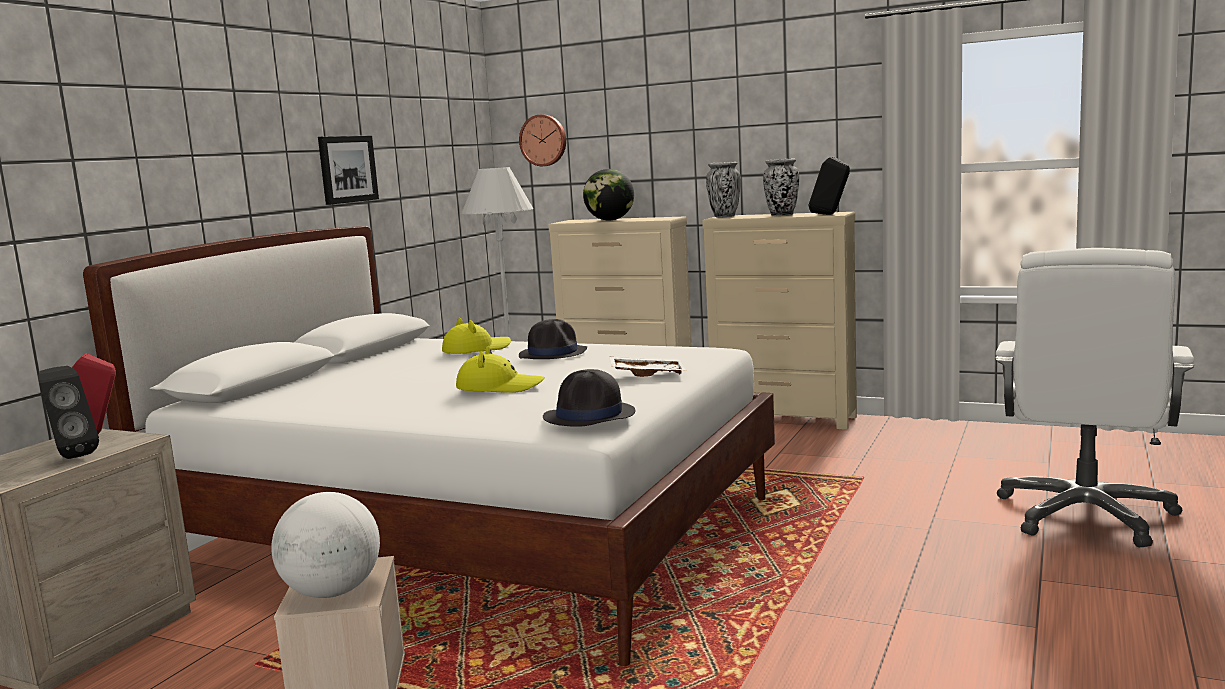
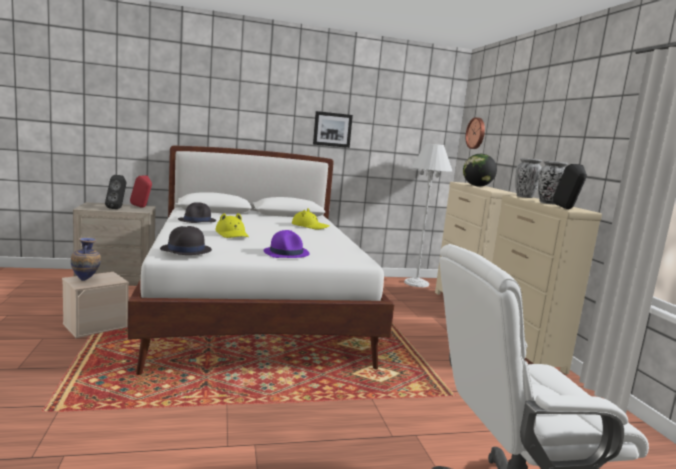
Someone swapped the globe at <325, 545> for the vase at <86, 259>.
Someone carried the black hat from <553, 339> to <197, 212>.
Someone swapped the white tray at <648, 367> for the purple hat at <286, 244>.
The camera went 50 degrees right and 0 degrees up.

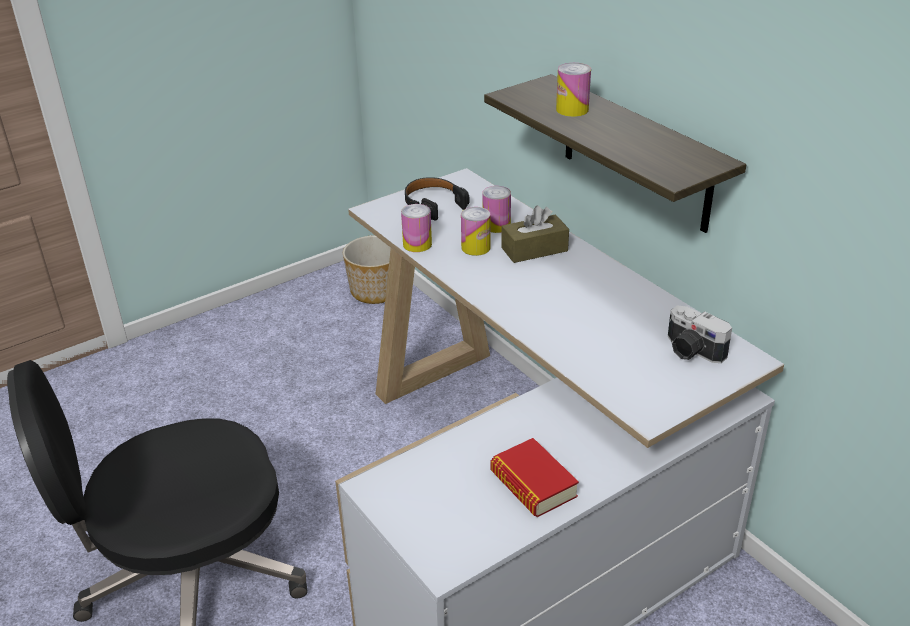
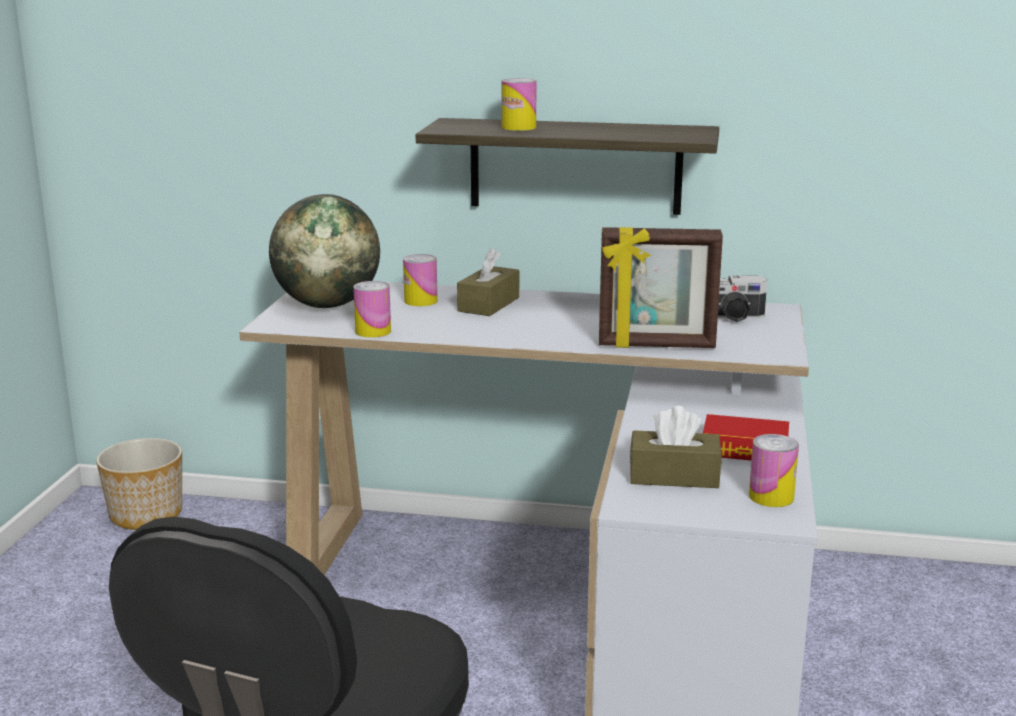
Someone swapped the black headphones at <437, 199> for the globe at <324, 251>.
Someone carried the can from <476, 231> to <774, 470>.
Someone put down the picture frame at <661, 287>.
Someone put down the brown tissue box at <676, 447>.
The camera went 45 degrees left and 15 degrees down.

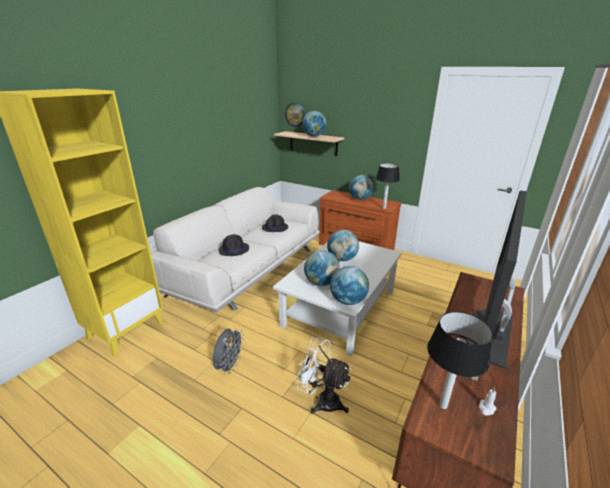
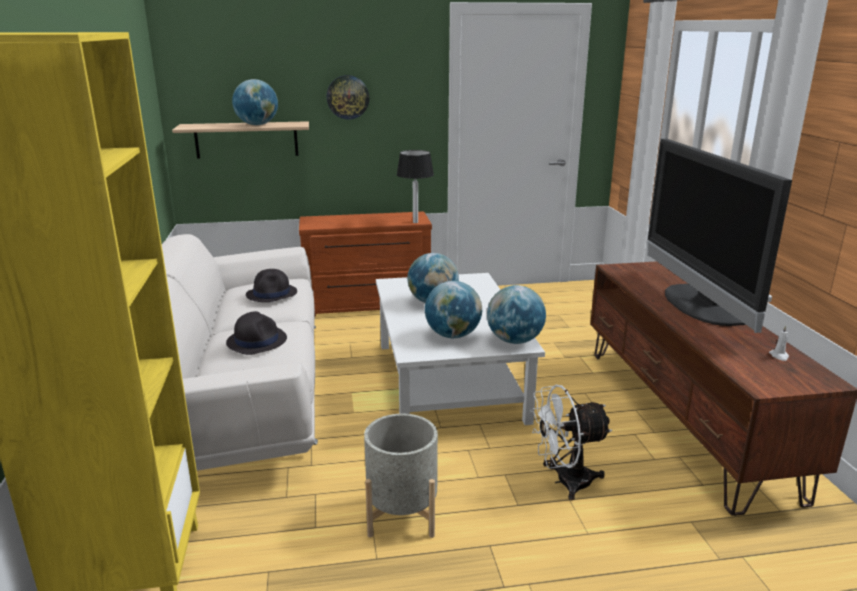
Someone swapped the grey fan at <228, 351> for the grey planter at <401, 476>.
Someone carried the wall clock from <295, 115> to <348, 97>.
Someone took away the globe at <361, 187>.
Someone took away the table lamp at <460, 360>.
The camera went 40 degrees left and 5 degrees down.

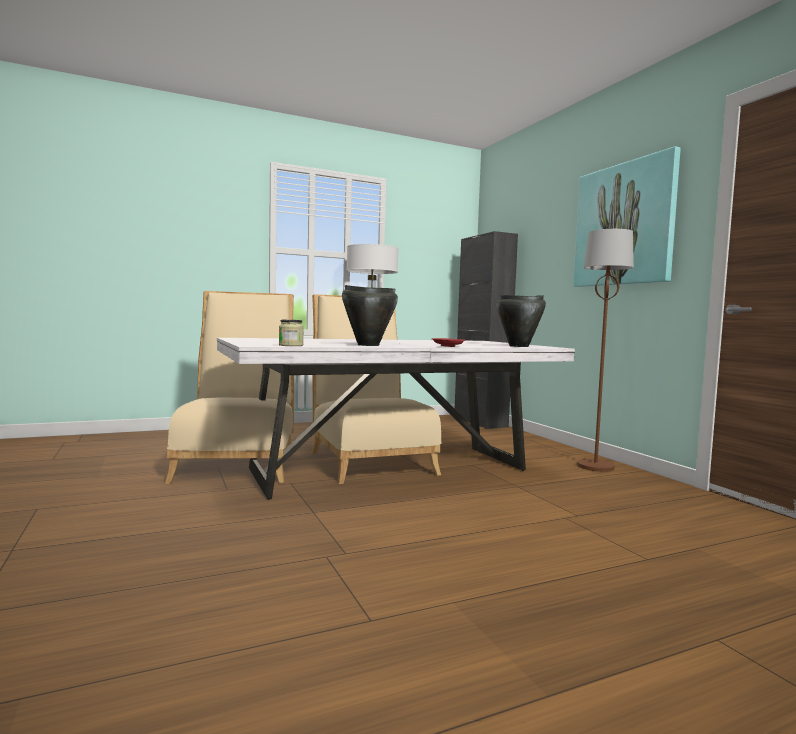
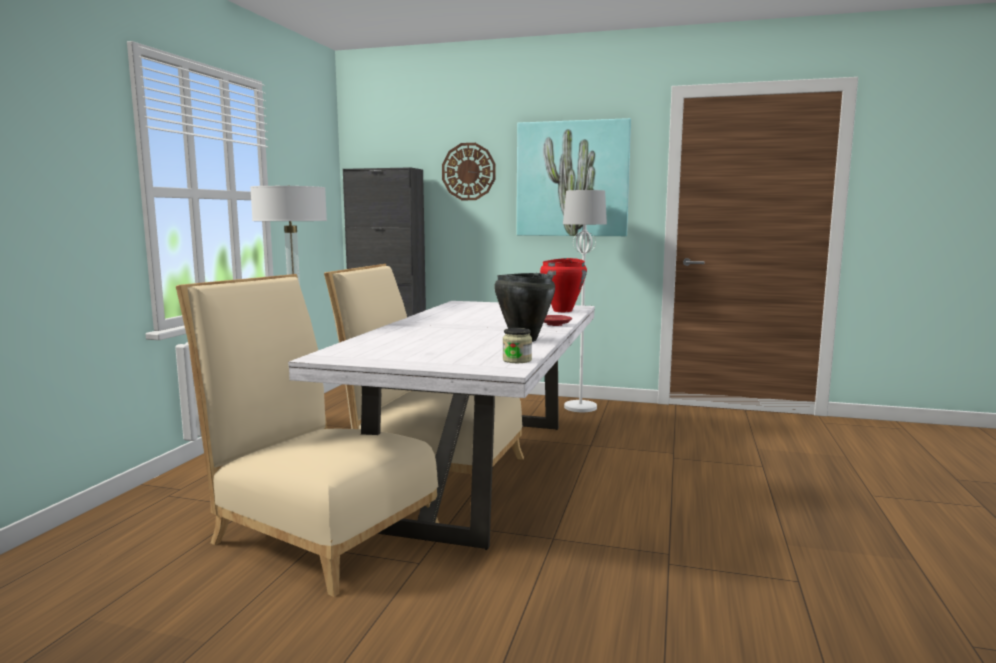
Someone repainted the black cooking pot at <521, 321>, which became the red cooking pot at <563, 285>.
Someone repainted the brown floor lamp at <605, 350>, which became the white floor lamp at <585, 301>.
Someone put up the wall clock at <469, 171>.
The camera went 50 degrees left and 5 degrees up.

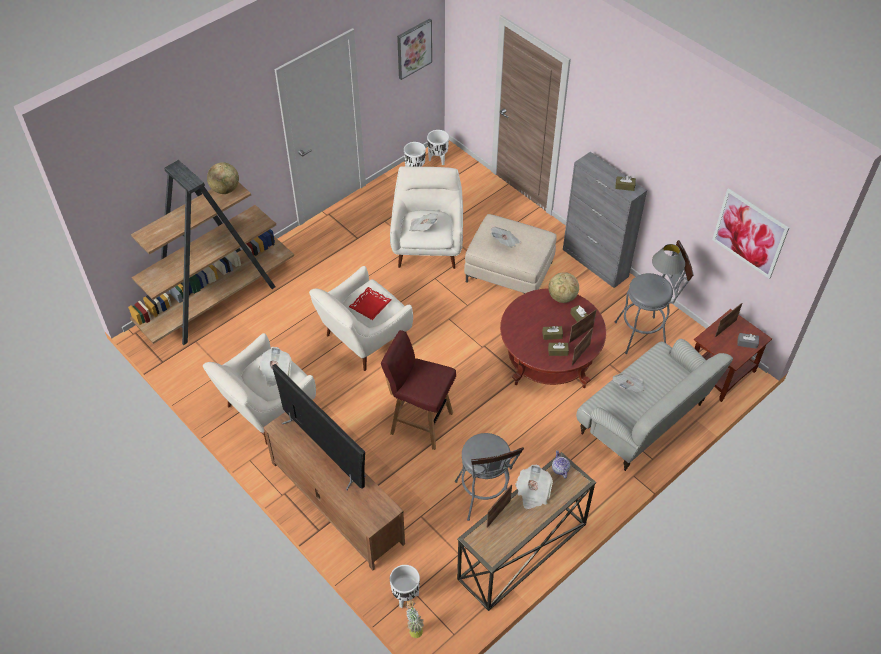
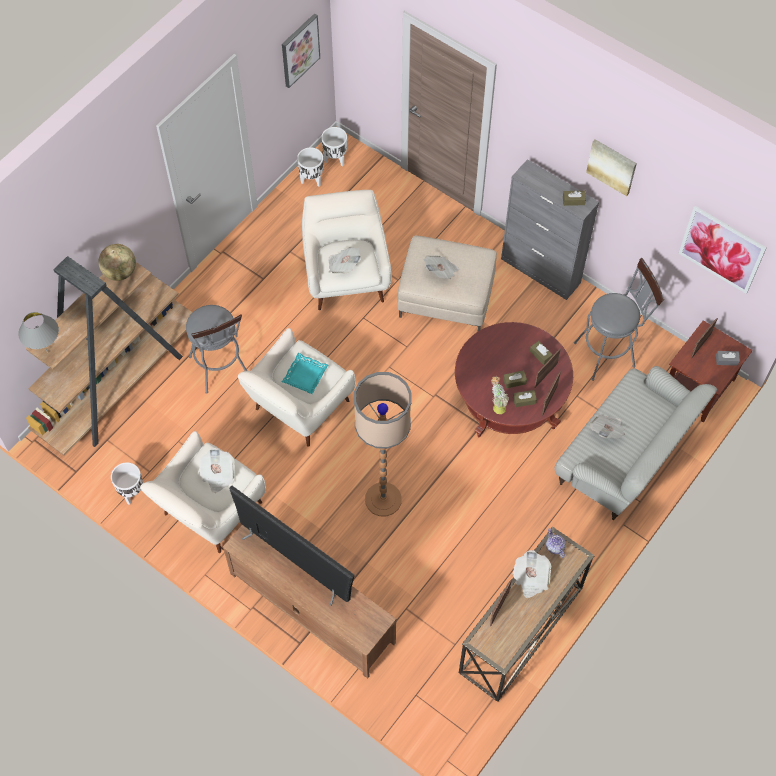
Someone repainted the red tray at <370, 303>, which became the turquoise tray at <305, 373>.
Someone swapped the red stool at <418, 390> for the floor lamp at <382, 444>.
Someone carried the white planter from <405, 586> to <127, 483>.
Someone carried the potted plant from <414, 619> to <500, 395>.
Someone carried the grey stool from <489, 477> to <216, 349>.
Someone took away the globe at <563, 287>.
Someone carried the grey table lamp from <668, 263> to <38, 332>.
Someone put up the picture at <611, 167>.
The camera went 10 degrees left and 10 degrees up.

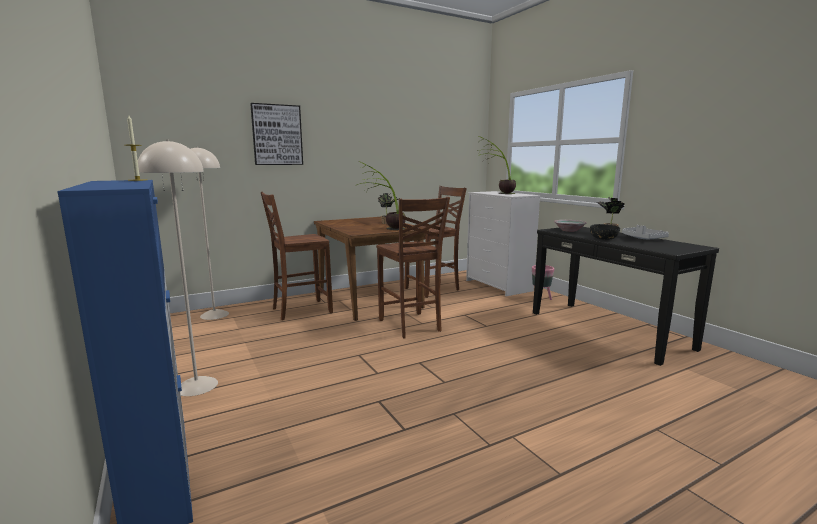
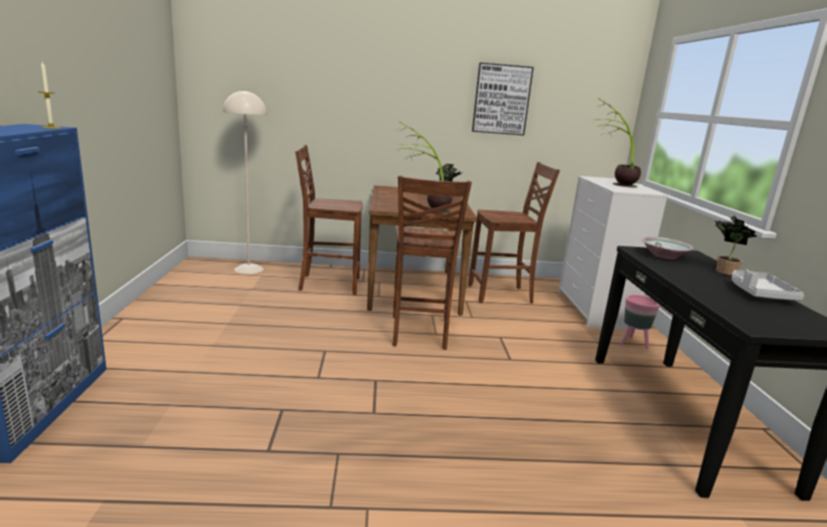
Someone took away the beige floor lamp at <178, 267>.
Someone carried the picture from <276, 134> to <503, 99>.
Someone took away the black bowl at <605, 232>.
The camera went 25 degrees right and 5 degrees up.

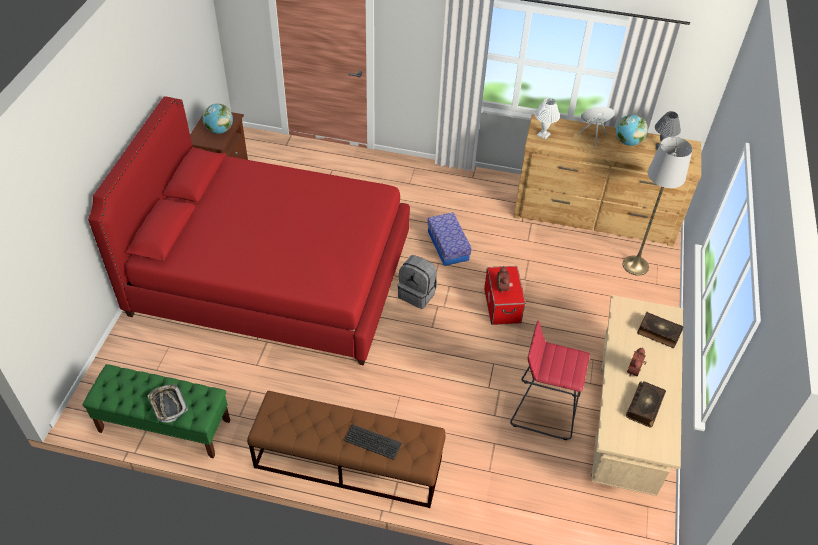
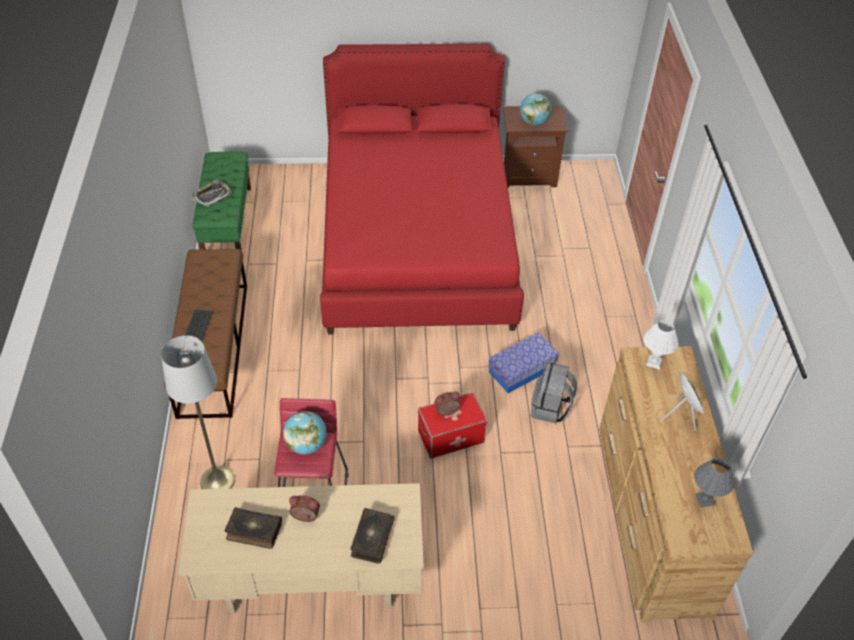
Someone carried the grey backpack from <417, 282> to <554, 392>.
Someone carried the globe from <632, 130> to <305, 432>.
Someone carried the grey floor lamp from <658, 206> to <198, 412>.
The camera went 75 degrees right and 0 degrees up.

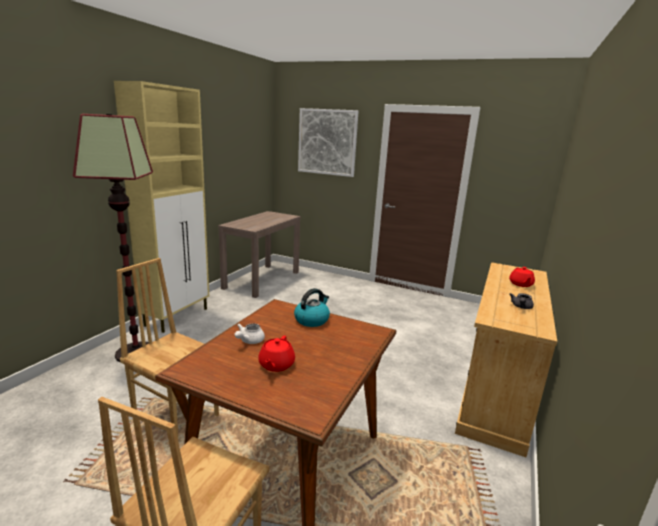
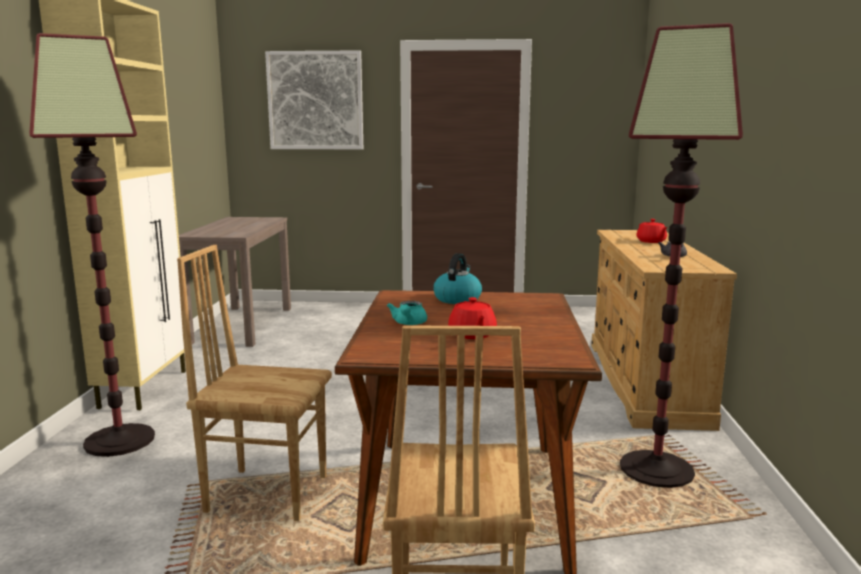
Someone repainted the white teapot at <250, 334>, which became the turquoise teapot at <407, 313>.
Someone put down the floor lamp at <681, 255>.
The camera went 20 degrees left and 5 degrees down.

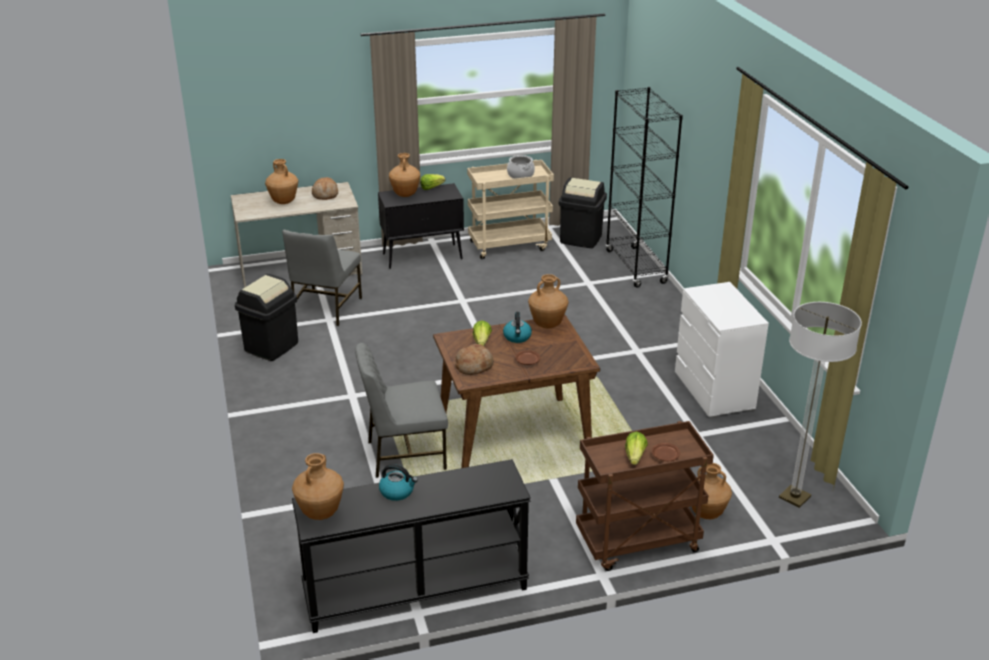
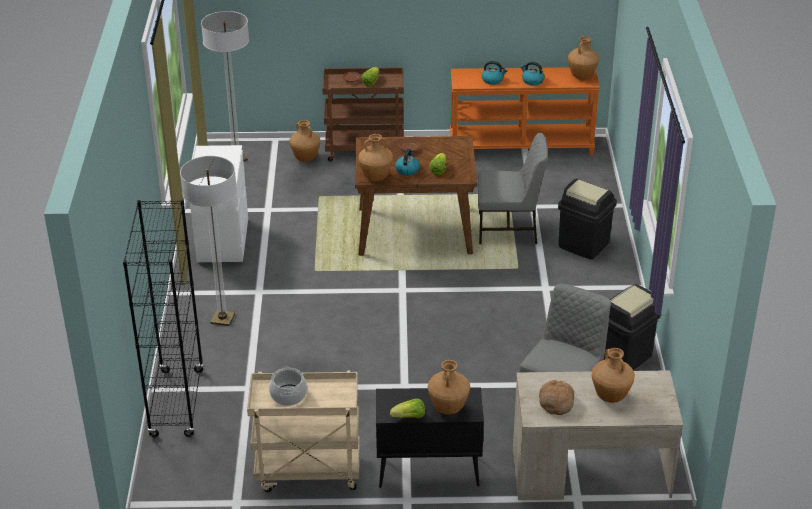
Someone repainted the black console table at <411, 546>, which became the orange console table at <525, 111>.
Someone took away the bread at <474, 359>.
Someone carried the black trash can from <583, 212> to <587, 219>.
Someone put down the floor lamp at <208, 241>.
Someone put down the kettle at <495, 73>.
The camera went 165 degrees left and 5 degrees up.

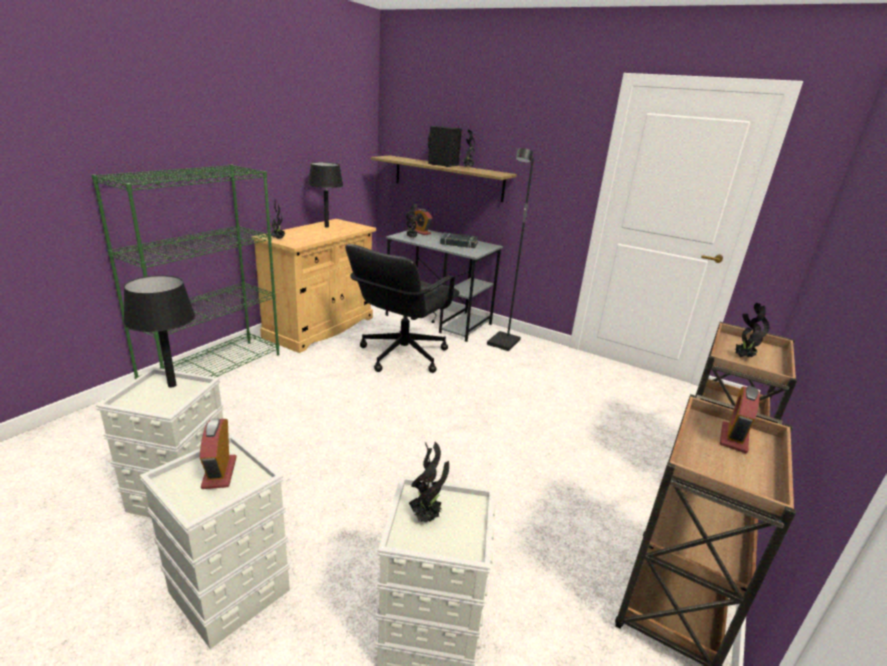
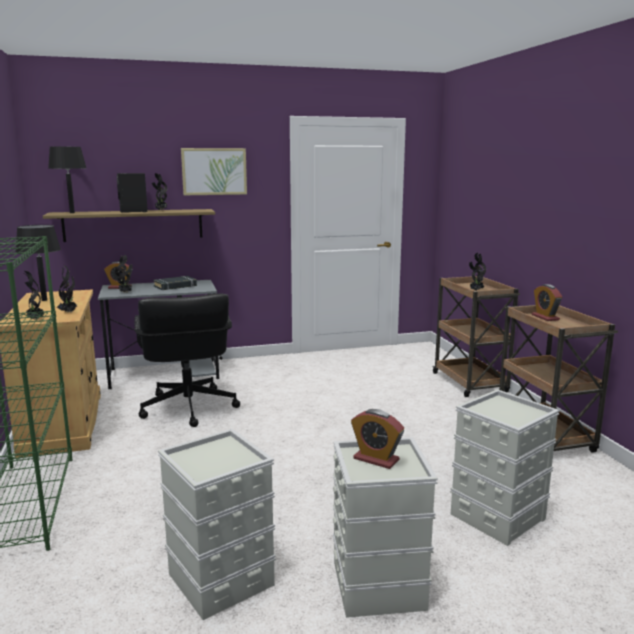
Someone carried the black table lamp from <159, 331> to <67, 180>.
Someone carried the potted plant from <429, 482> to <67, 289>.
Someone took away the black floor lamp at <510, 249>.
Someone put up the picture at <214, 171>.
The camera went 45 degrees left and 10 degrees down.

